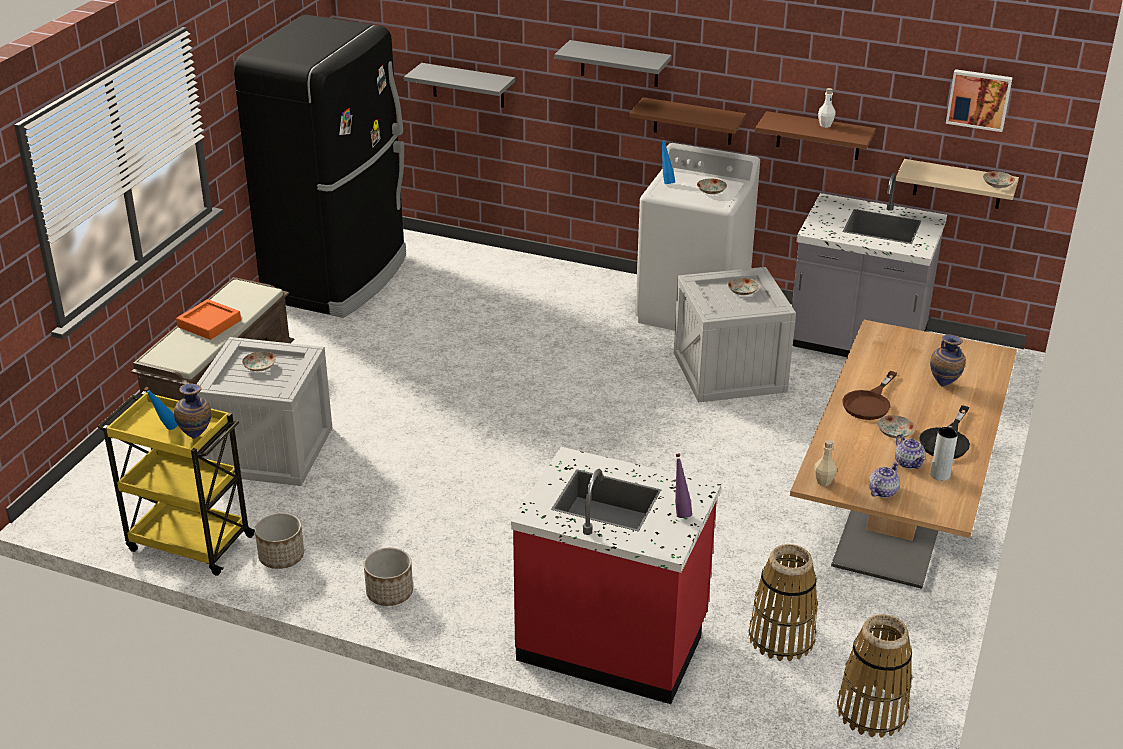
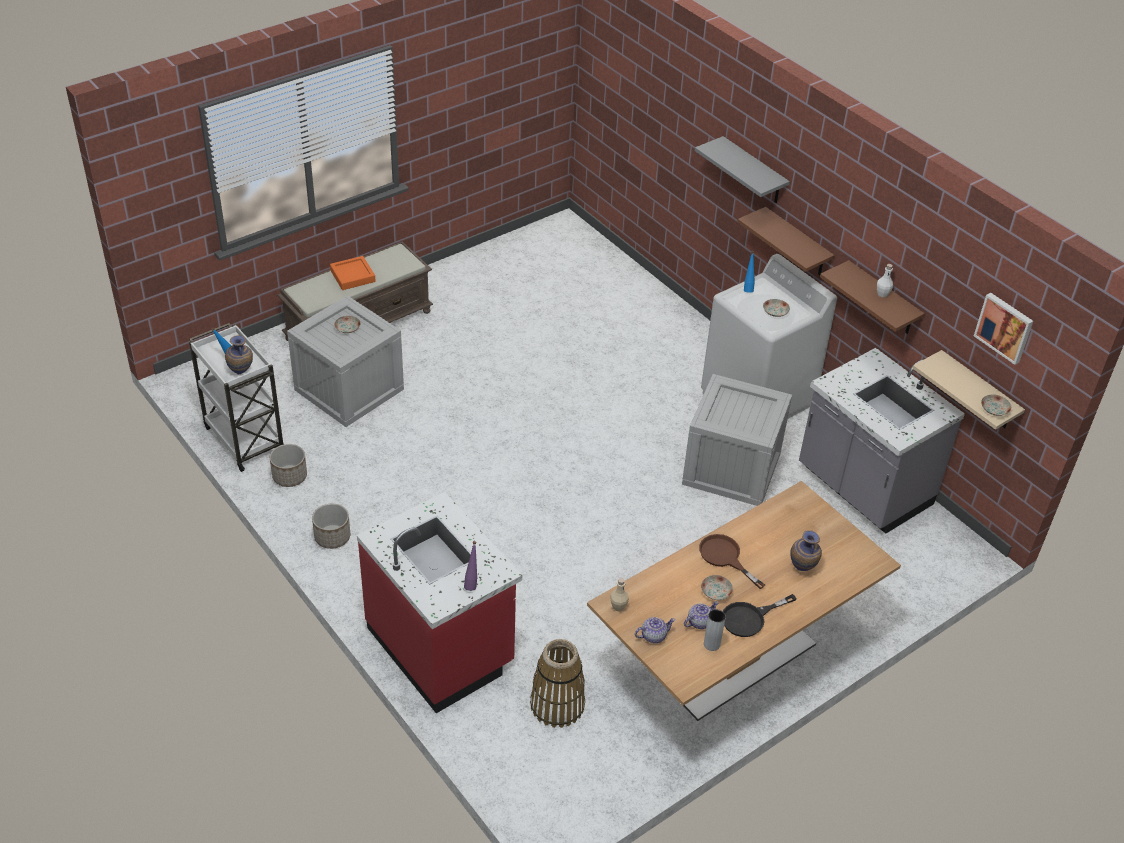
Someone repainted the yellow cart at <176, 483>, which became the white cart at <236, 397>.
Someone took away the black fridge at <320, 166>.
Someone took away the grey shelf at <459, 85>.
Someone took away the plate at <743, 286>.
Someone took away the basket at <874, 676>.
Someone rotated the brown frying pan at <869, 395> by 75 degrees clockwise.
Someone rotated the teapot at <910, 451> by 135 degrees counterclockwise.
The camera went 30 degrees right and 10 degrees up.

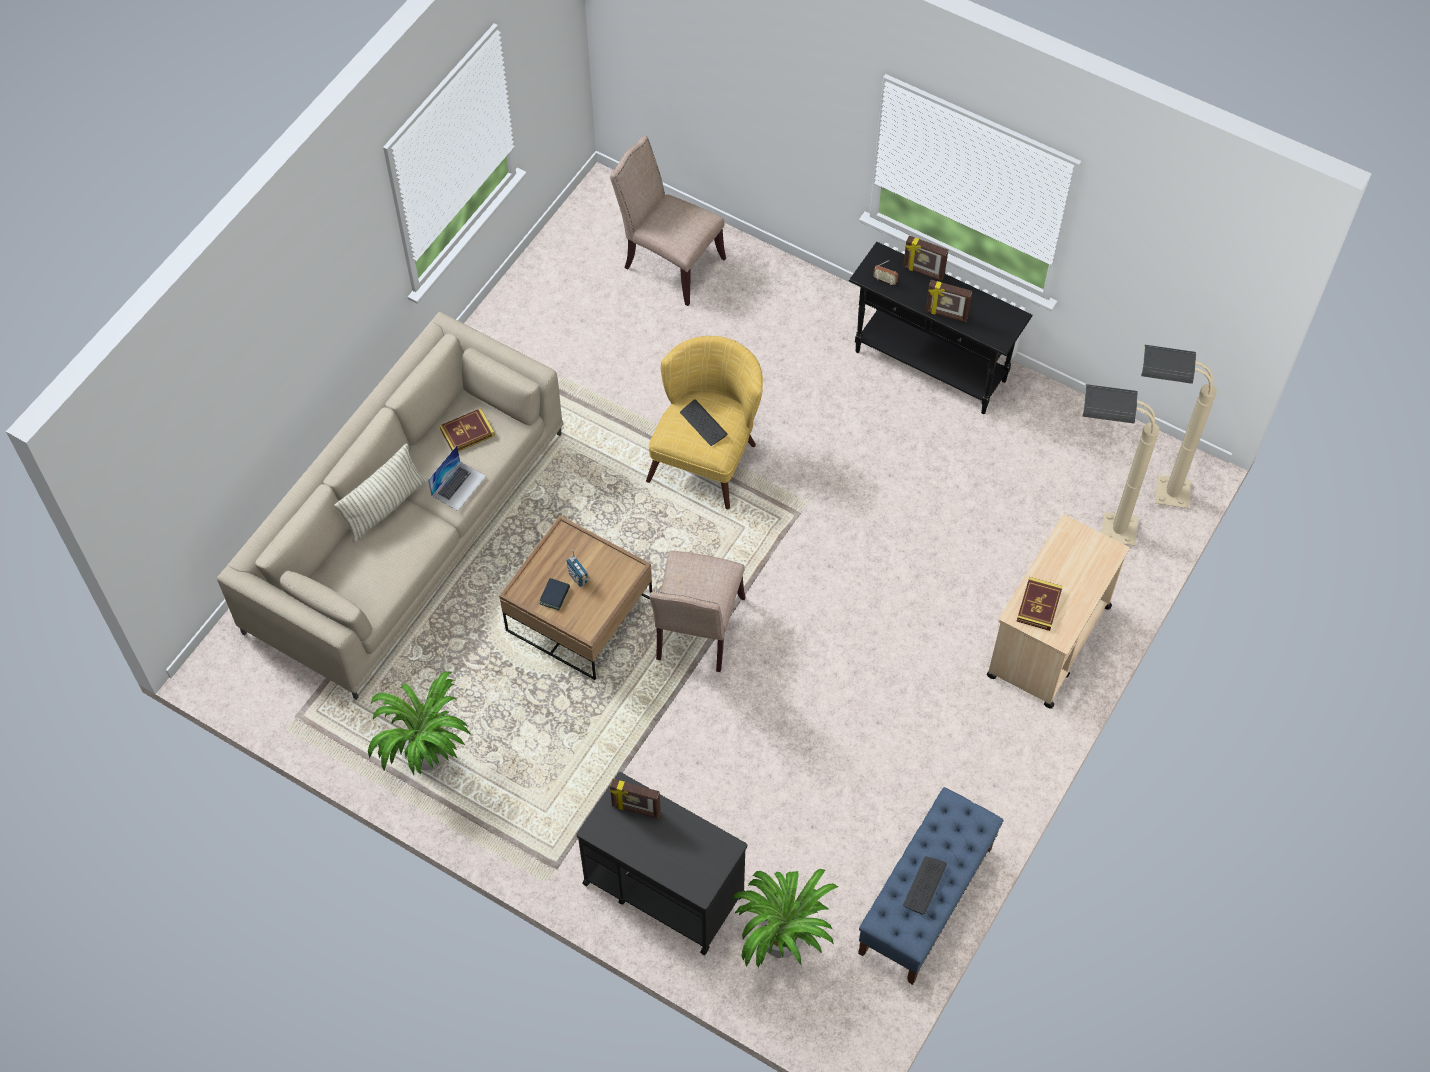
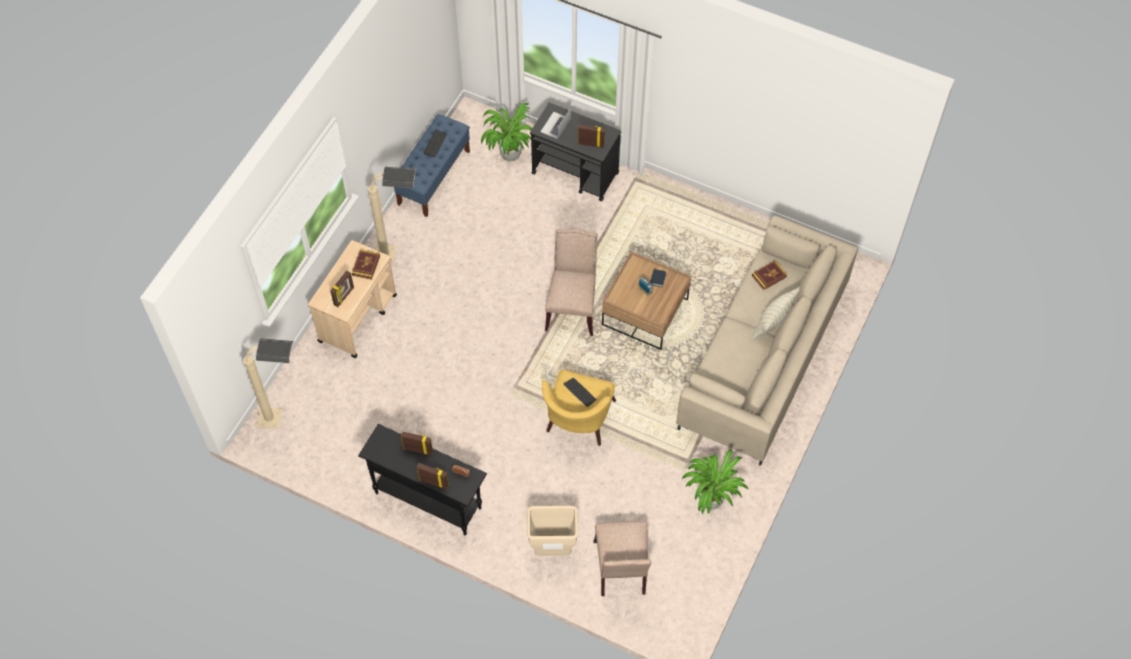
Someone carried the potted plant from <419, 723> to <715, 482>.
Someone carried the laptop from <457, 478> to <556, 123>.
Someone carried the book from <467, 430> to <770, 275>.
Someone rotated the beige chair at <668, 221> by 60 degrees clockwise.
Someone carried the beige floor lamp from <1120, 465> to <392, 215>.
Someone put down the picture frame at <342, 289>.
Someone put down the beige trash can at <552, 531>.
The camera went 175 degrees right and 0 degrees up.

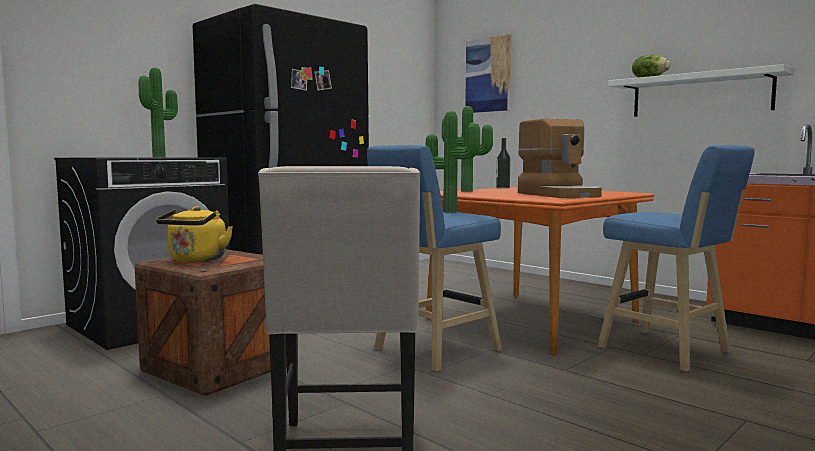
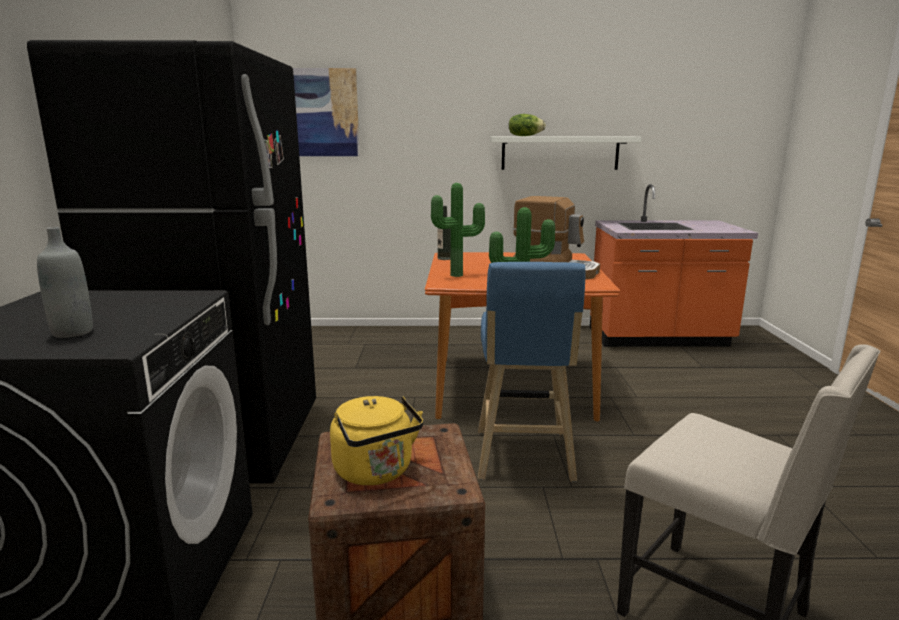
Someone took away the potted plant at <158, 112>.
Someone took away the blue stool at <676, 258>.
Someone put down the grey bottle at <65, 282>.
The camera went 45 degrees left and 10 degrees up.

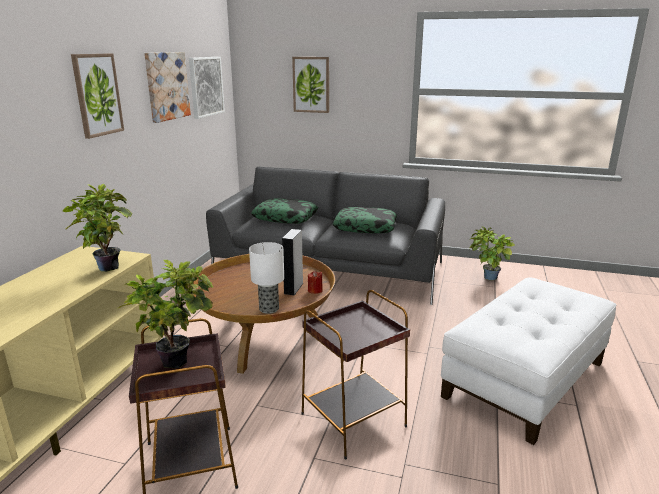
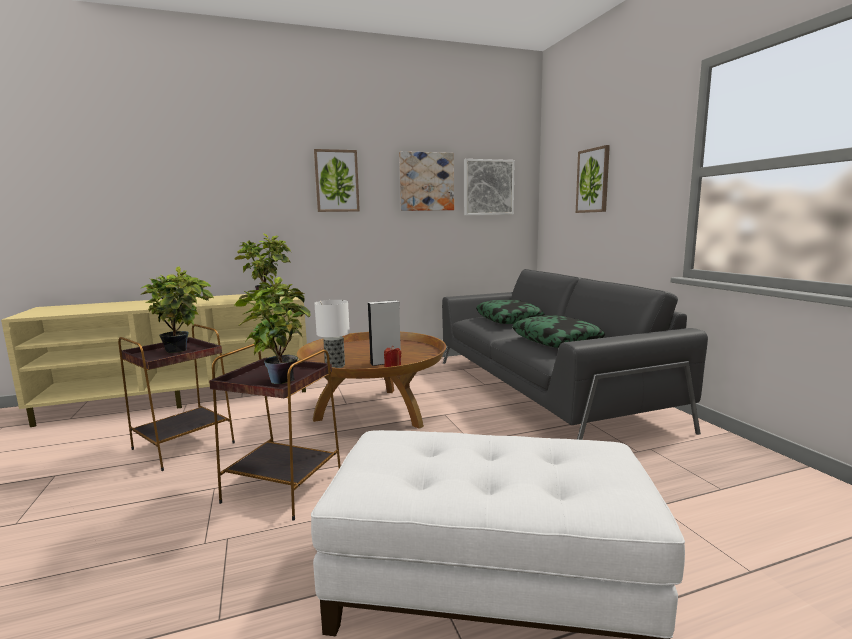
Someone carried the potted plant from <492, 253> to <272, 329>.
The camera went 55 degrees right and 10 degrees down.

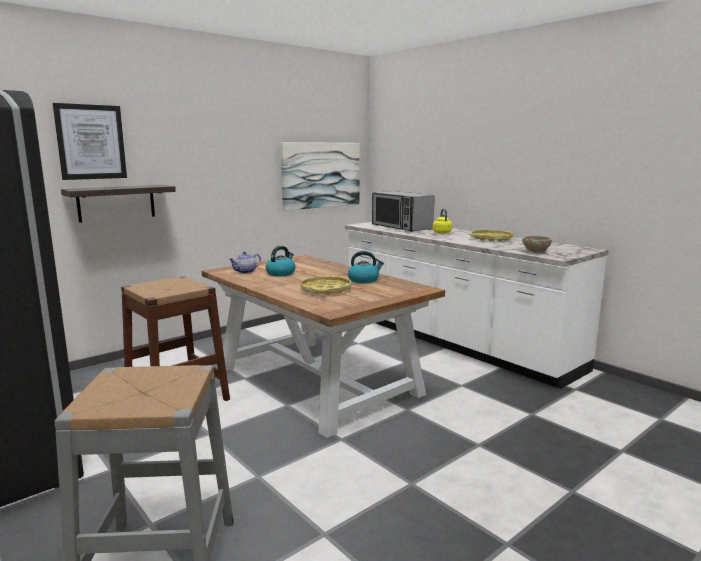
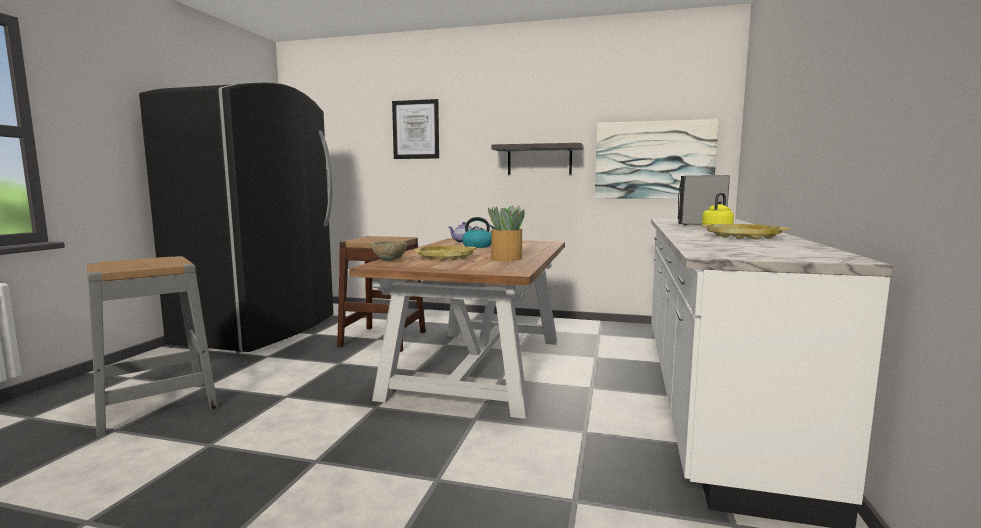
Someone carried the shelf from <118, 204> to <537, 159>.
Someone swapped the kettle at <366, 267> for the potted plant at <506, 233>.
Someone carried the beige bowl from <537, 244> to <389, 251>.
The camera went 55 degrees right and 5 degrees down.

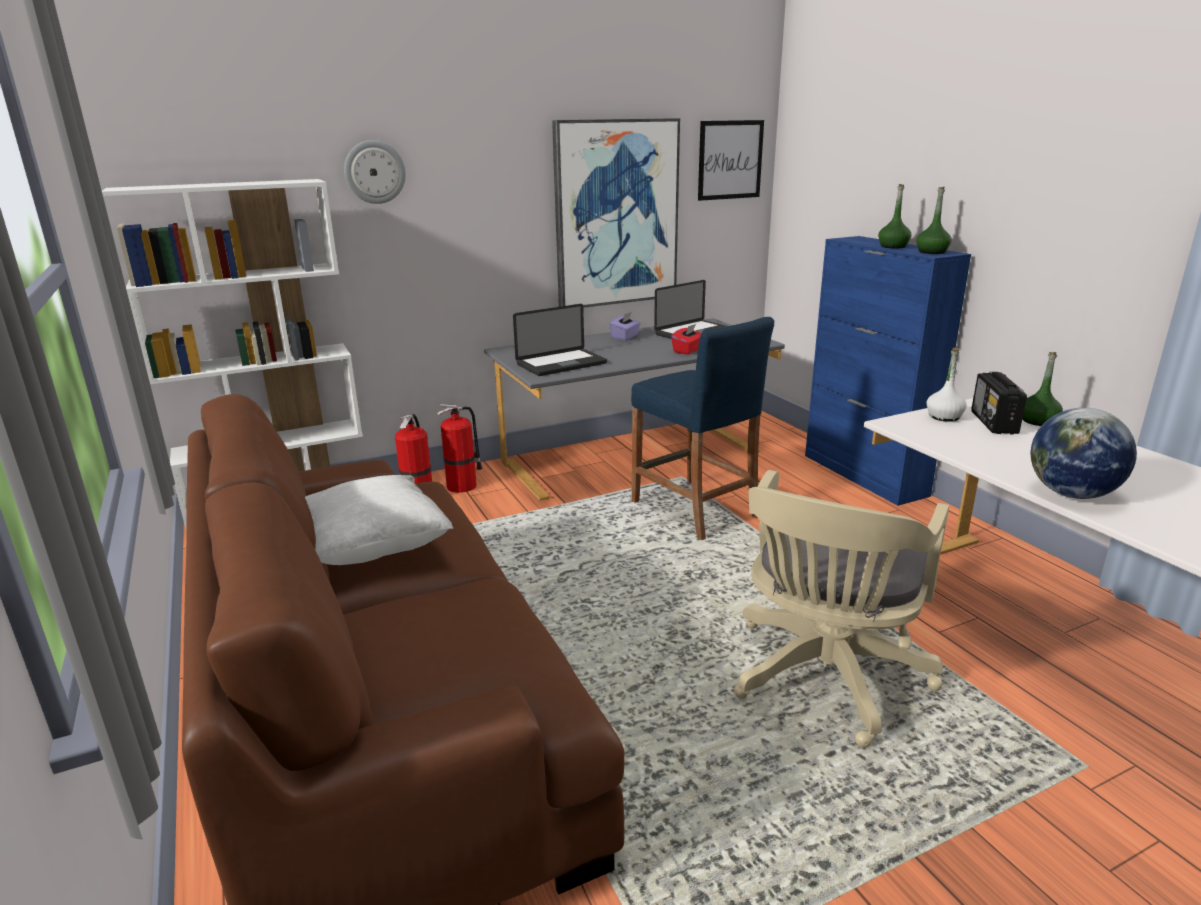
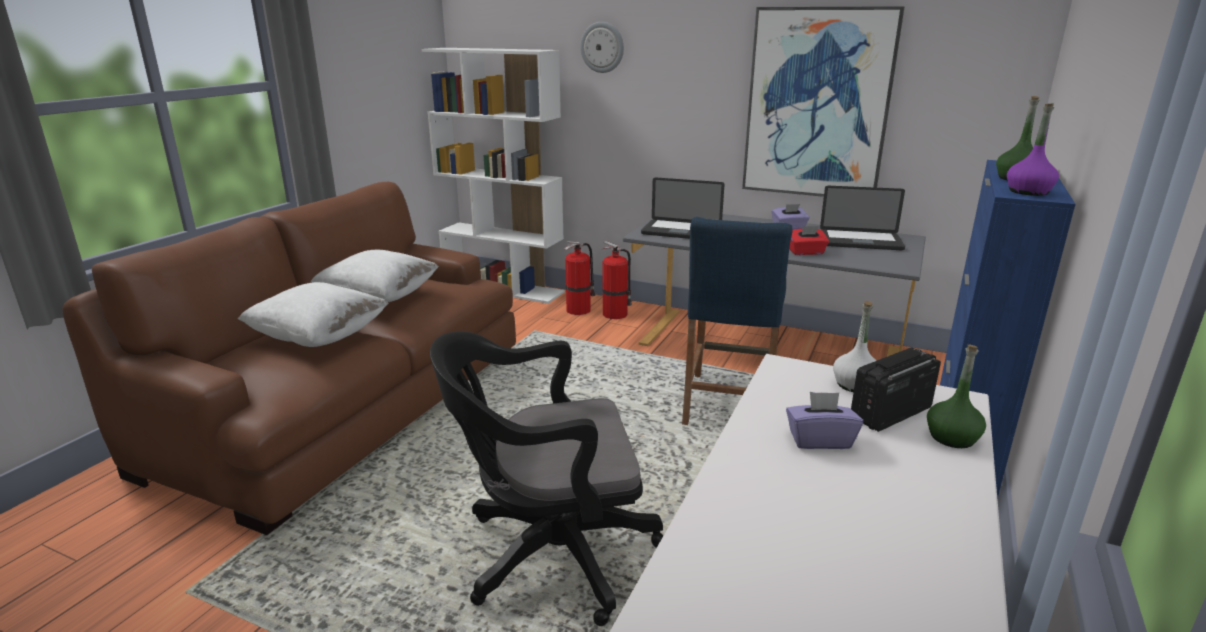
Someone took away the picture at <731, 160>.
Someone repainted the beige office chair at <841, 609>, which became the black office chair at <546, 478>.
Someone repainted the green bottle at <934, 220>, which became the purple bottle at <1033, 149>.
Someone took away the globe at <1084, 453>.
Someone put down the white pillow at <313, 314>.
Someone put down the purple tissue box at <824, 420>.
The camera went 50 degrees right and 0 degrees up.

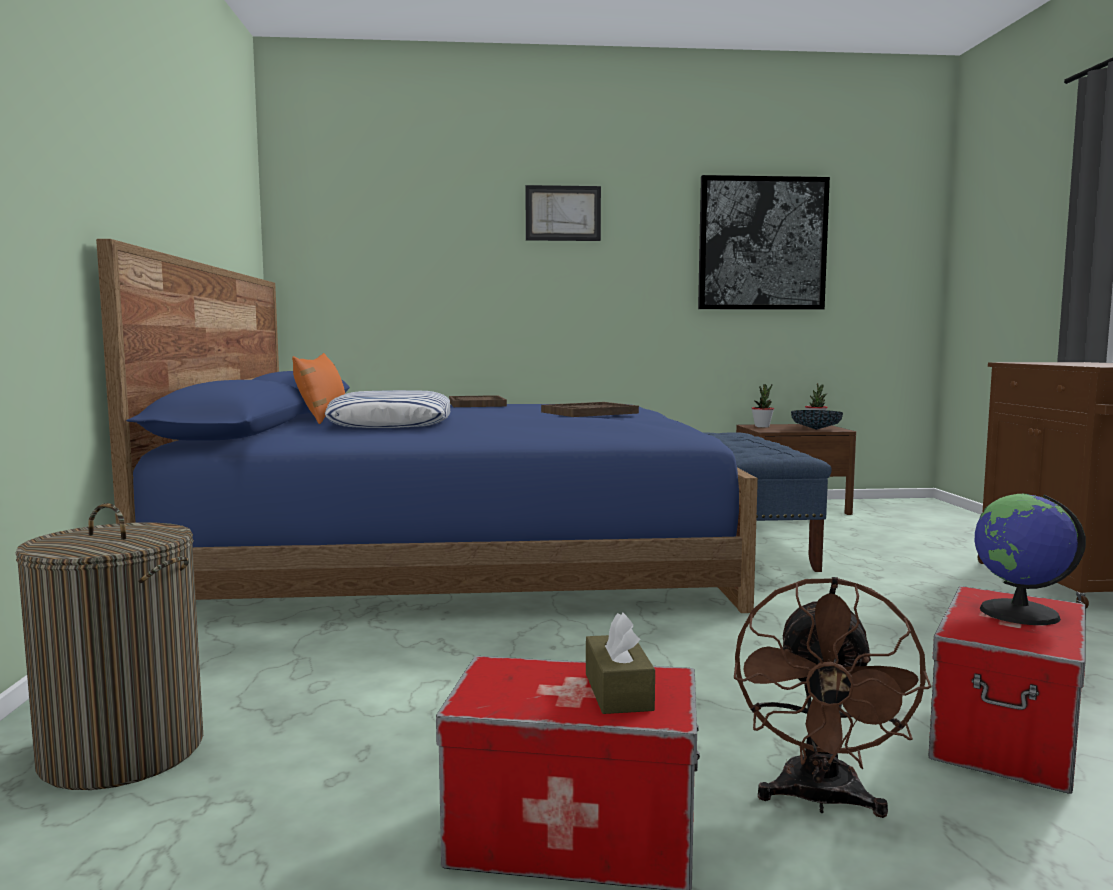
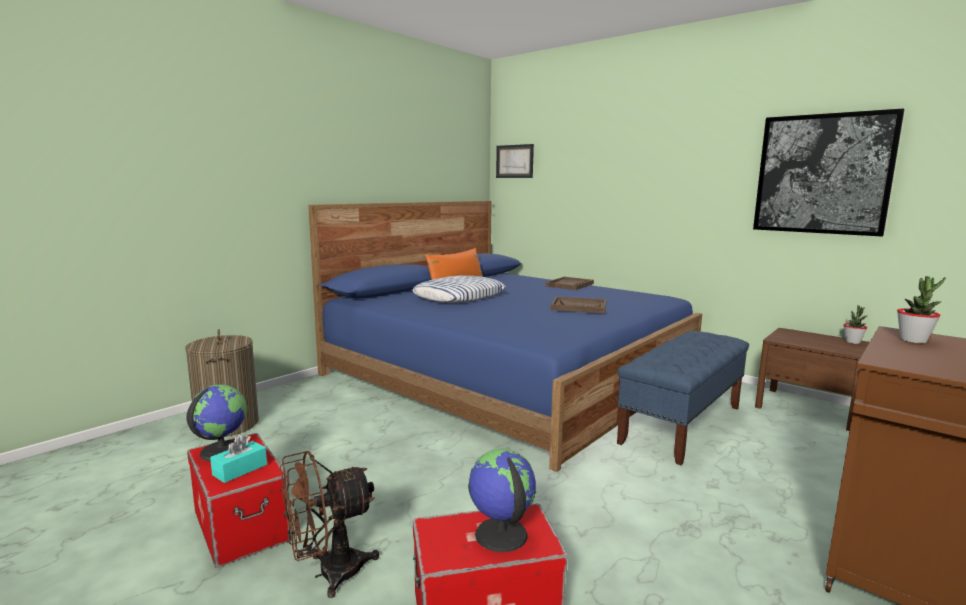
Someone carried the picture from <563, 213> to <515, 161>.
Someone repainted the brown tissue box at <620, 663>, which became the turquoise tissue box at <238, 458>.
Someone carried the potted plant from <763, 406> to <921, 310>.
Someone took away the bowl at <817, 420>.
Someone put down the globe at <216, 423>.
The camera went 45 degrees right and 5 degrees up.

